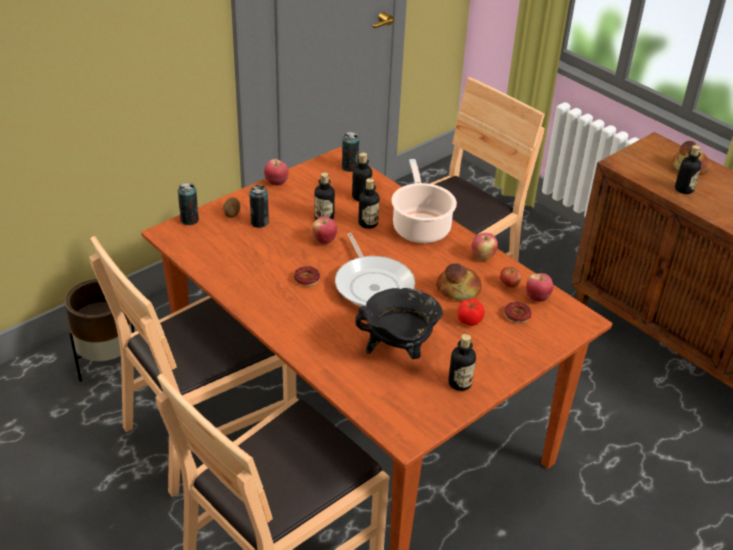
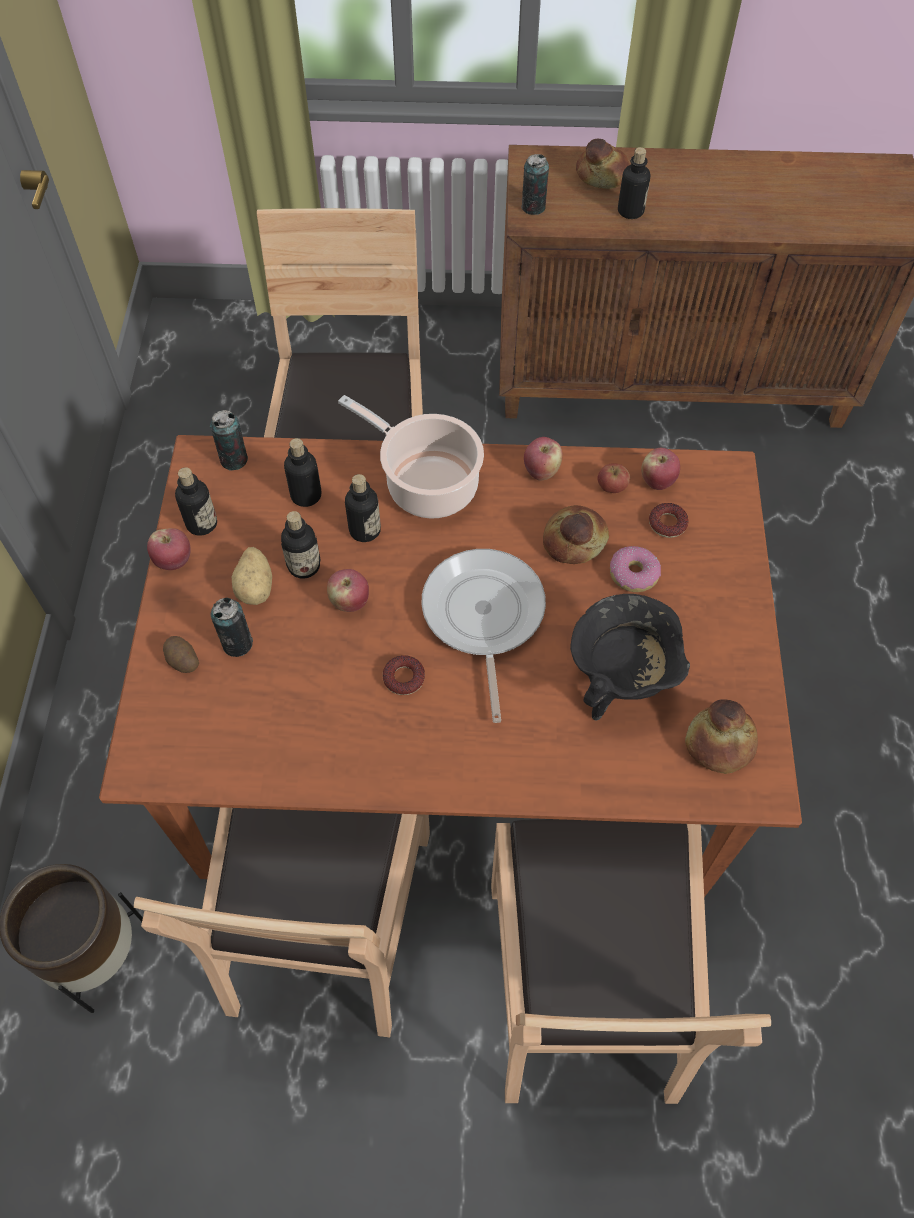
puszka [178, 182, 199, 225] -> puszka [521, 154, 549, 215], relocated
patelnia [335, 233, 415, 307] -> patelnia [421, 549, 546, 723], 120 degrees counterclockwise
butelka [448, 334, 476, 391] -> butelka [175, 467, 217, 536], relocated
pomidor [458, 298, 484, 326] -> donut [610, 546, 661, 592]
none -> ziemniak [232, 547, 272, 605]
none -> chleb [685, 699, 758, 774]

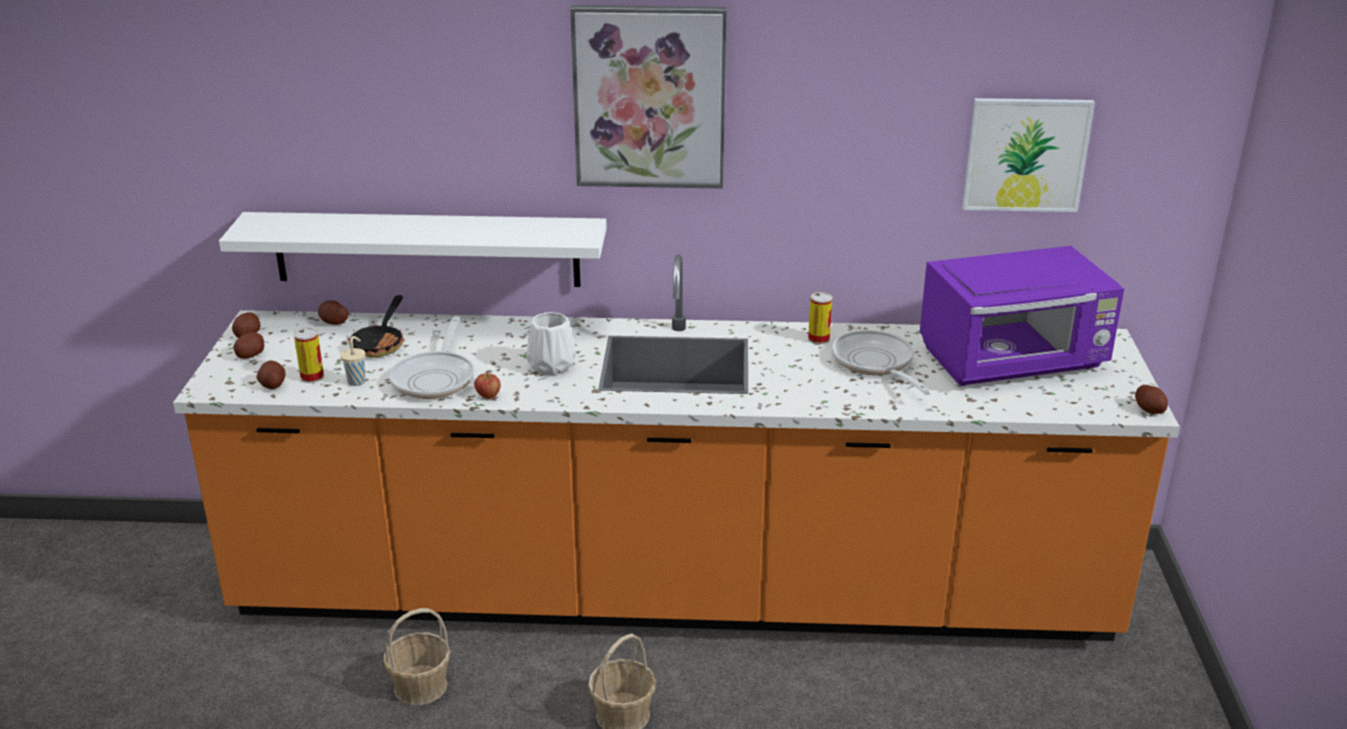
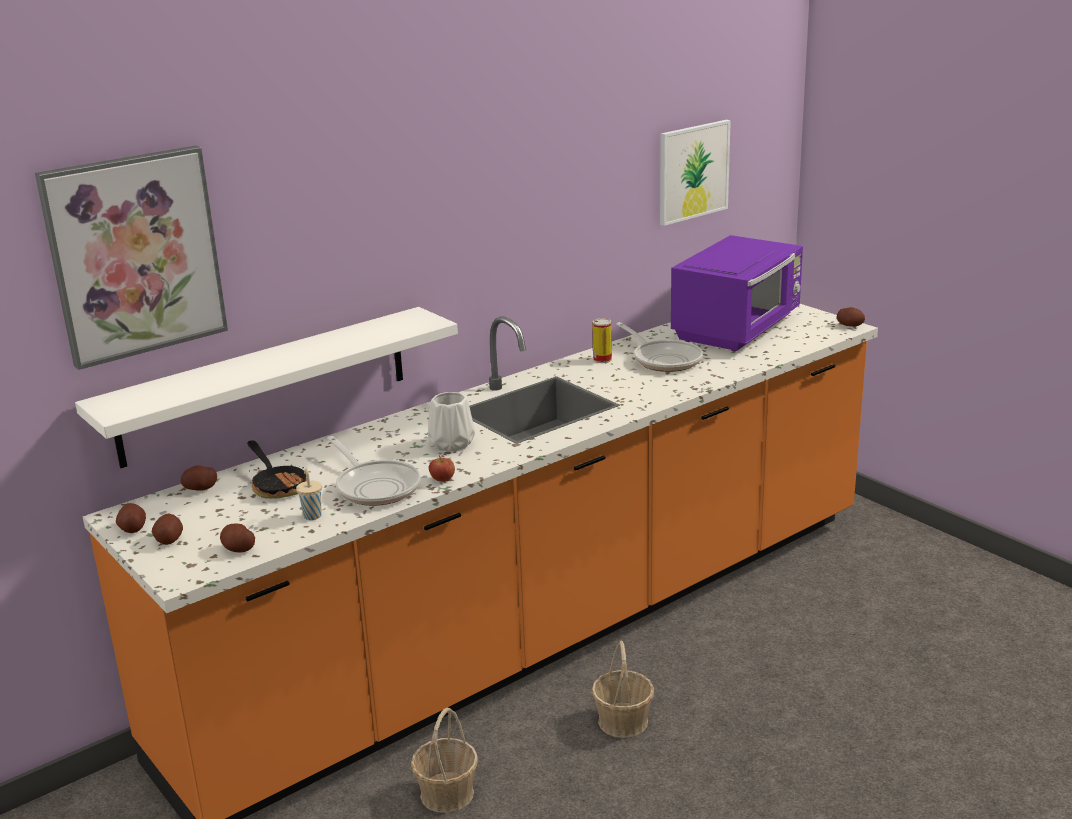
puszka [294, 328, 324, 383] -> none
obraz [570, 5, 727, 189] -> obraz [35, 146, 228, 370], relocated
patelnia [832, 330, 929, 393] -> patelnia [616, 322, 703, 372], 150 degrees counterclockwise

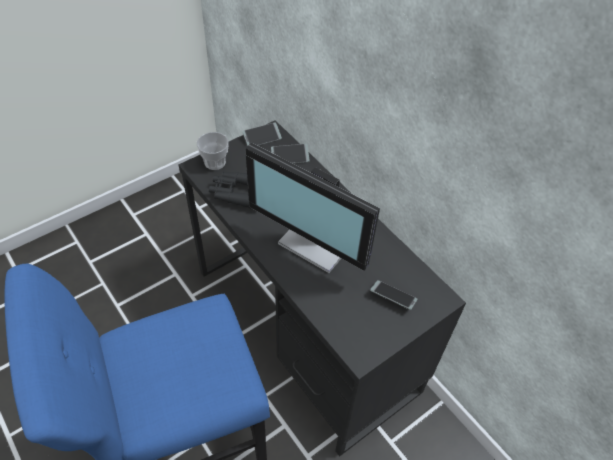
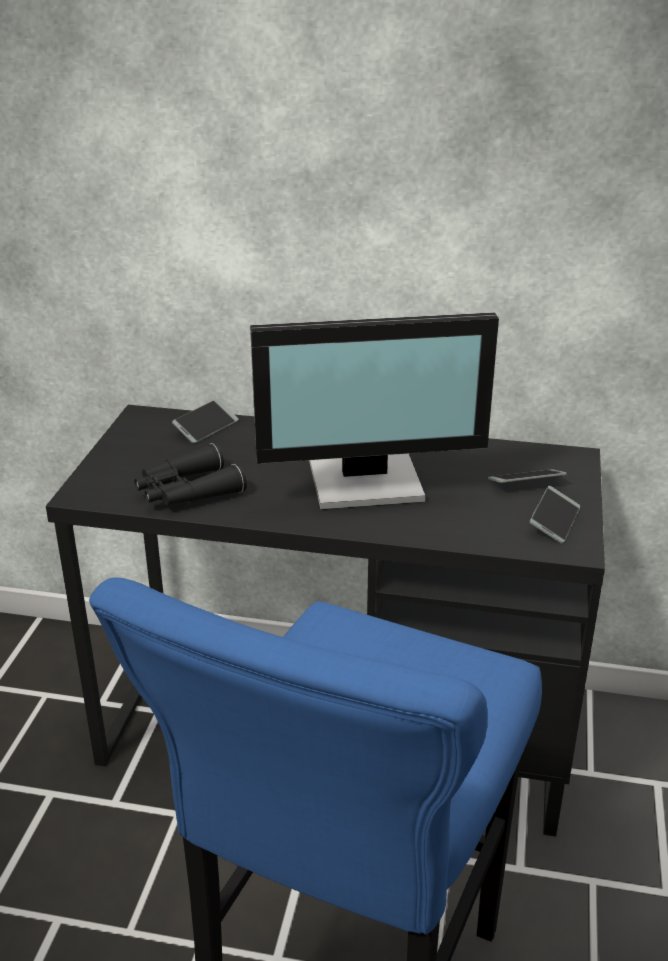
filiżanka [197, 132, 229, 170] -> none
telefon [243, 122, 282, 146] -> telefon [530, 486, 580, 544], relocated

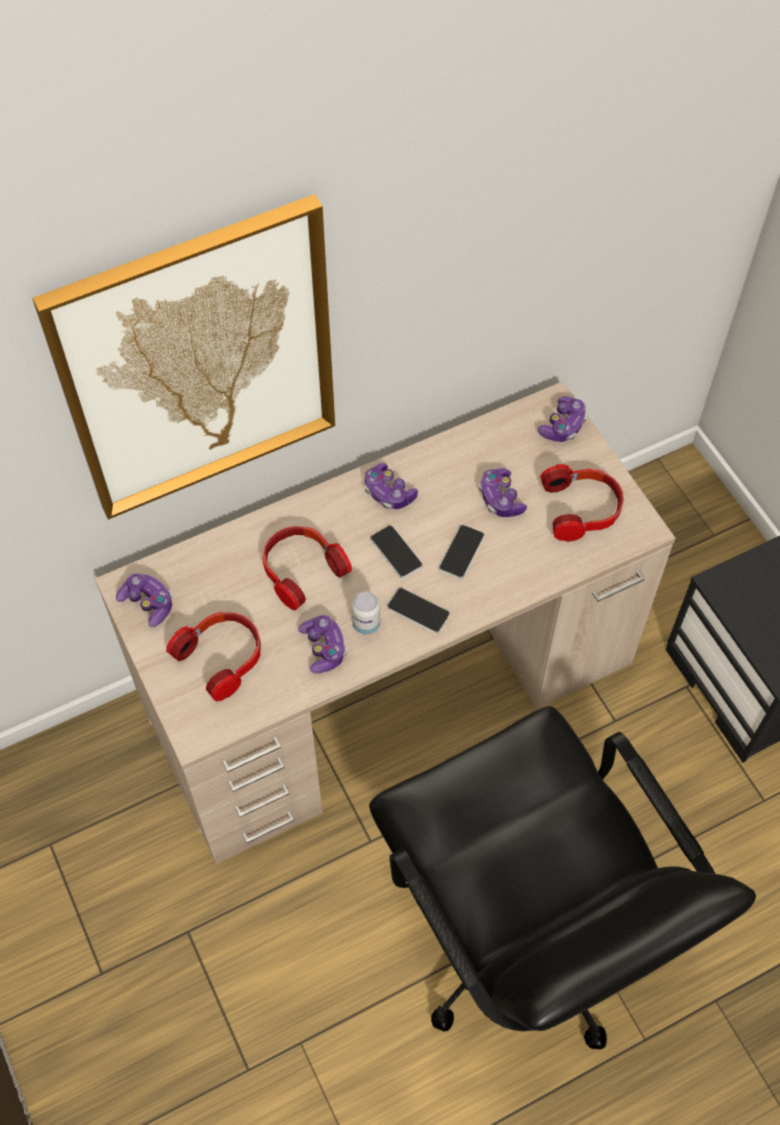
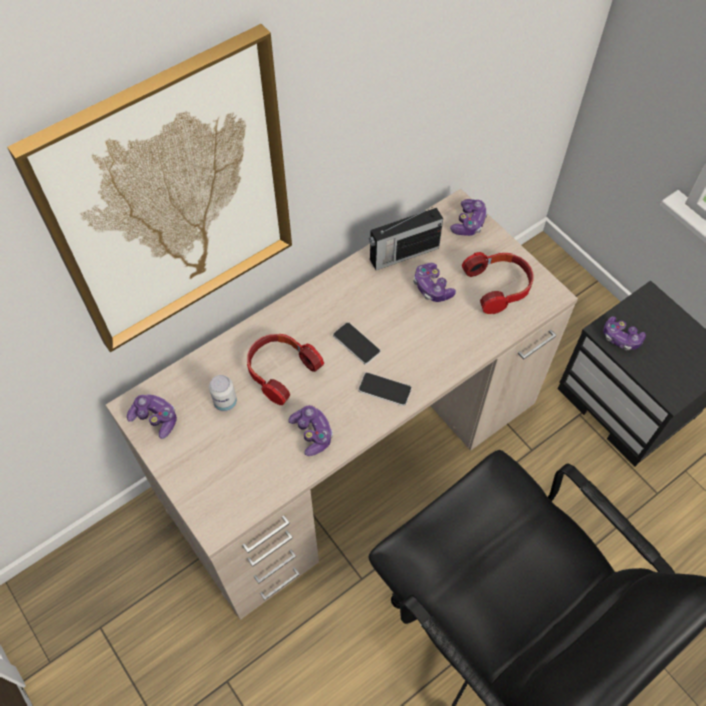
słuchawki [166, 612, 261, 701] -> none
puszka [352, 591, 380, 635] -> puszka [209, 375, 237, 412], relocated
pad do gier [365, 463, 418, 509] -> pad do gier [603, 316, 646, 350], relocated
telefon [439, 525, 485, 579] -> none
none -> radio [369, 207, 443, 270]

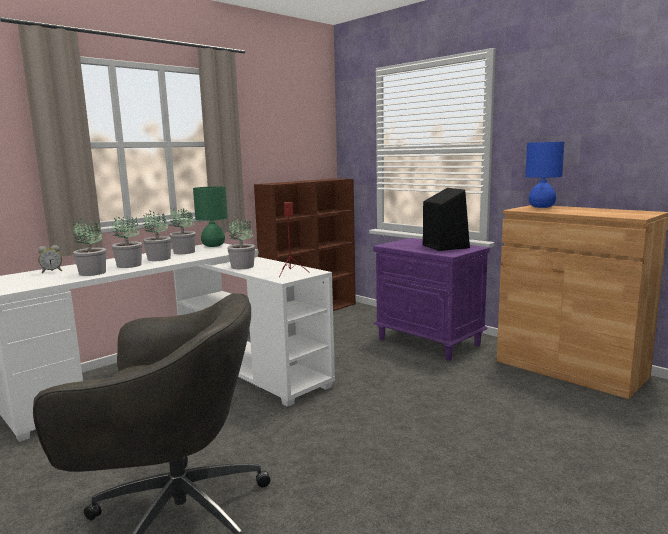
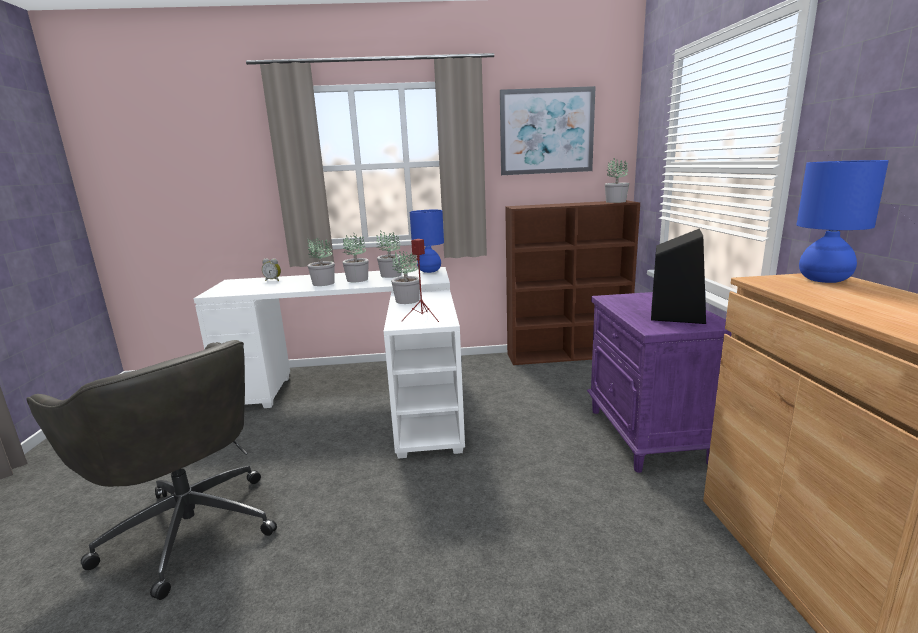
roślina doniczkowa [73, 219, 106, 276] -> roślina doniczkowa [605, 159, 629, 203], relocated
lampa stołowa (zielony) [193, 186, 228, 247] -> lampa stołowa (niebieski) [410, 210, 444, 273]
none -> obraz [500, 86, 596, 175]

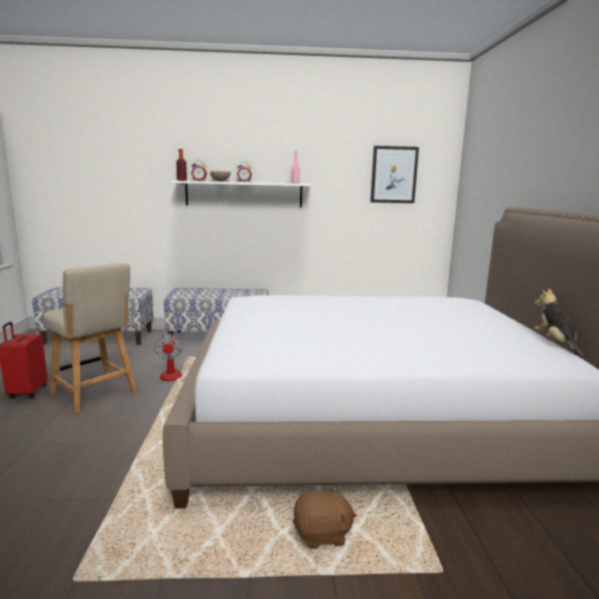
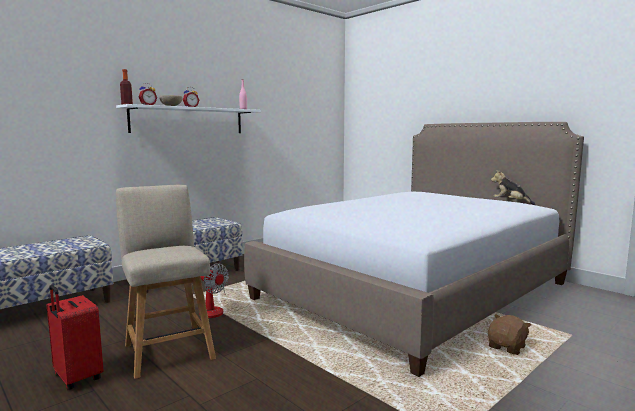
krzesło (beżowy) [43, 263, 137, 413] -> krzesło (beżowy) [116, 185, 216, 379], 120 degrees counterclockwise
obraz [370, 146, 419, 203] -> none

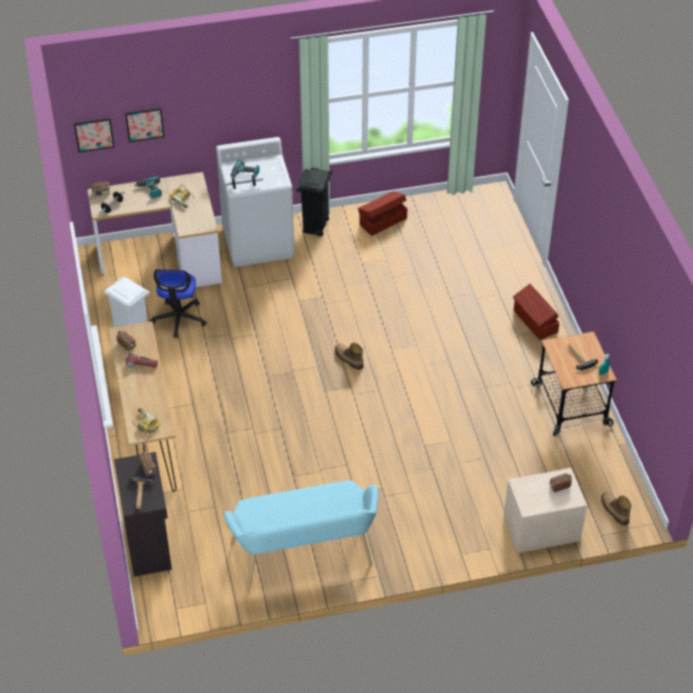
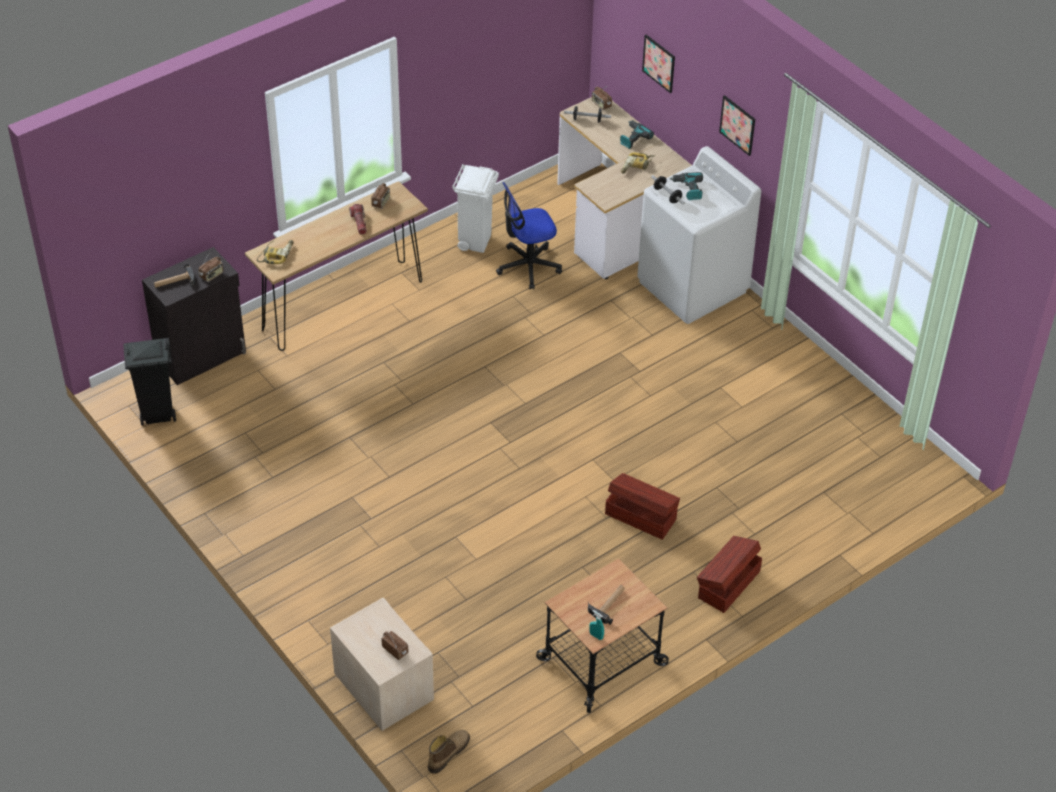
obraz [74, 118, 114, 152] -> obraz [719, 95, 755, 156], relocated
ławka (turkusowy) [224, 481, 378, 588] -> none
kosz na śmieci (czarny) [297, 167, 332, 237] -> kosz na śmieci (czarny) [123, 338, 176, 426], relocated
but z cholewką [335, 343, 364, 370] -> none
pojemnik do przechowywania (brązowy) [358, 191, 408, 236] -> pojemnik do przechowywania (brązowy) [605, 473, 680, 540], relocated

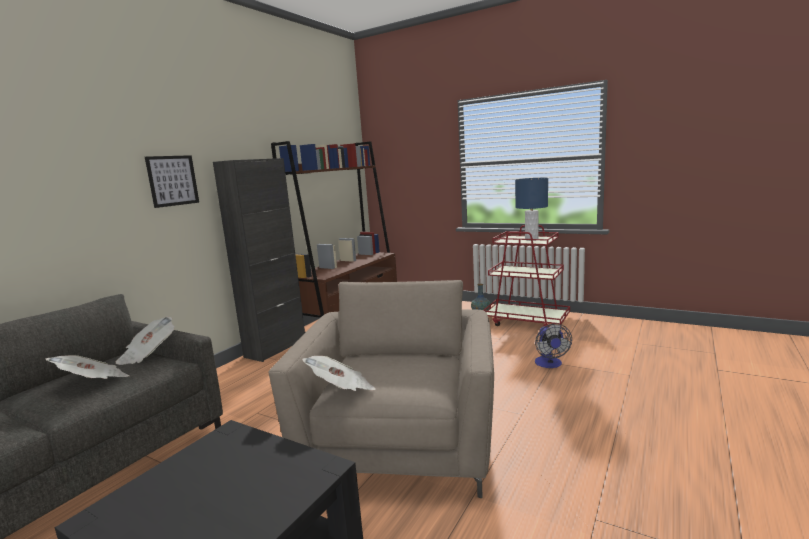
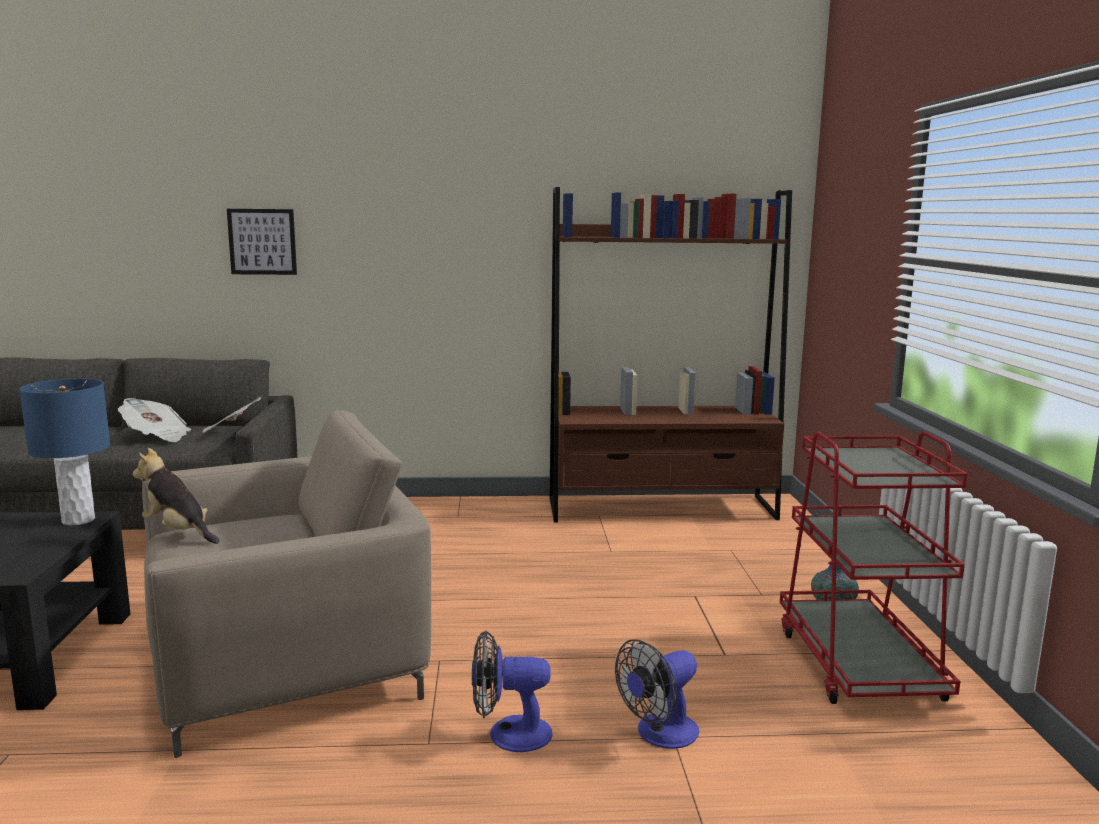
obraz [145, 155, 199, 208] -> obraz [227, 209, 297, 275], relocated
szafka (czarny) [213, 158, 305, 362] -> none
gazeta [302, 356, 376, 391] -> pluszak [133, 448, 220, 544]
lampa stołowa (niebieski) [515, 178, 548, 241] -> lampa stołowa (niebieski) [19, 379, 110, 525], relocated
none -> wentylator [472, 630, 553, 752]

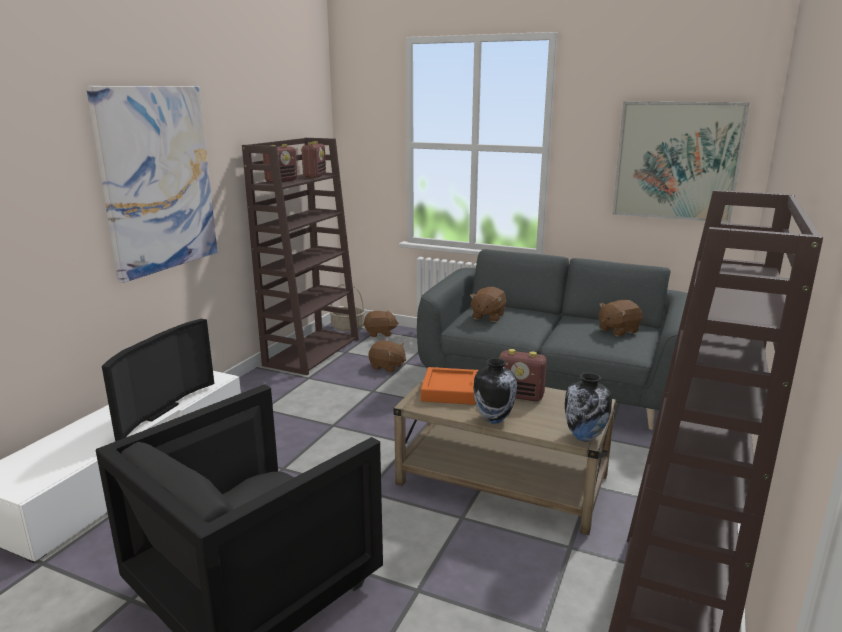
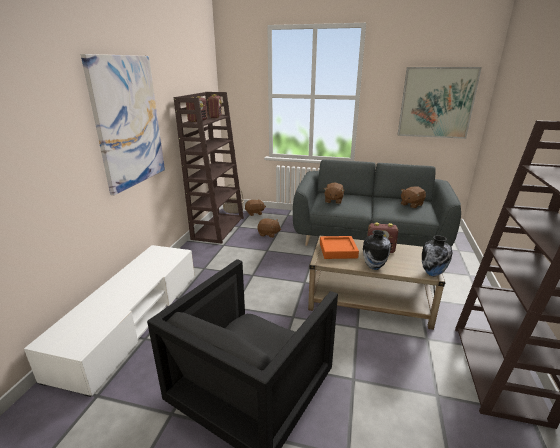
telewizor [102, 319, 214, 441] -> none

